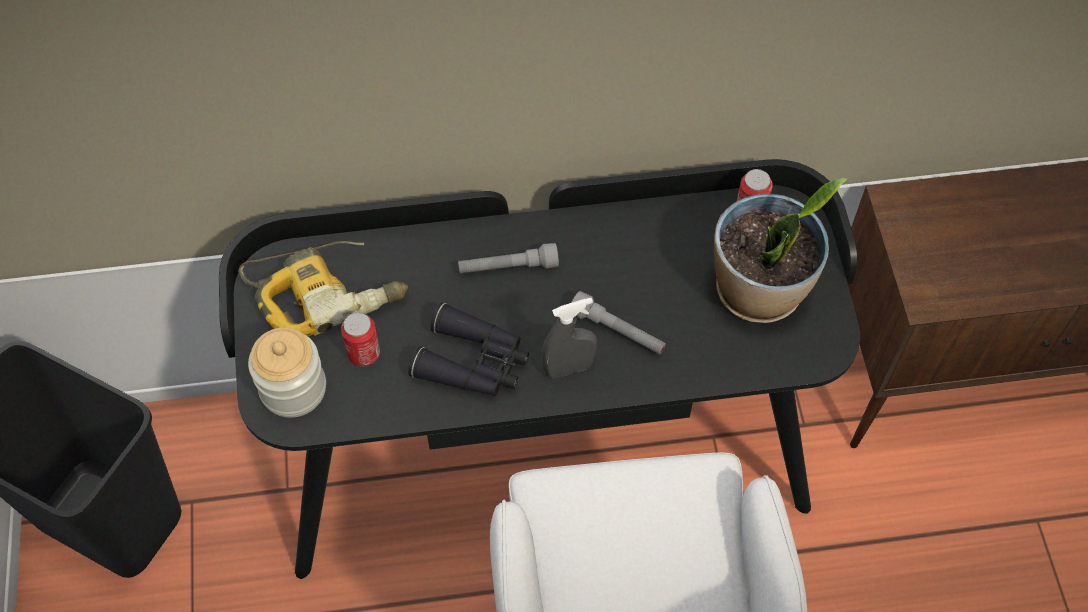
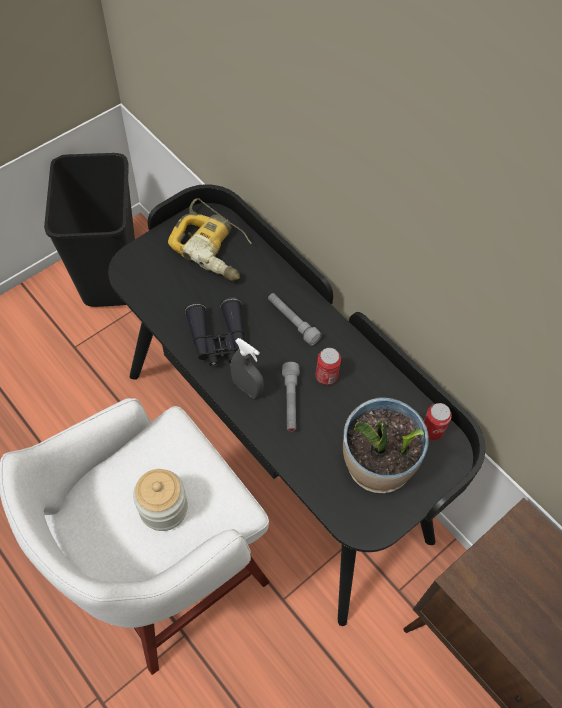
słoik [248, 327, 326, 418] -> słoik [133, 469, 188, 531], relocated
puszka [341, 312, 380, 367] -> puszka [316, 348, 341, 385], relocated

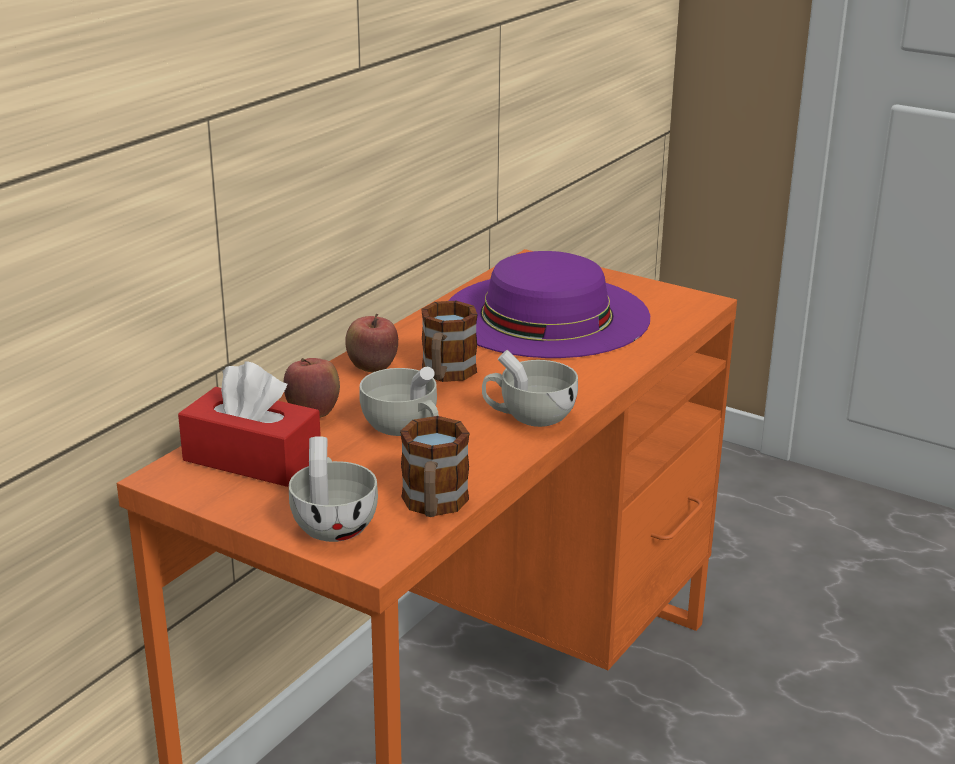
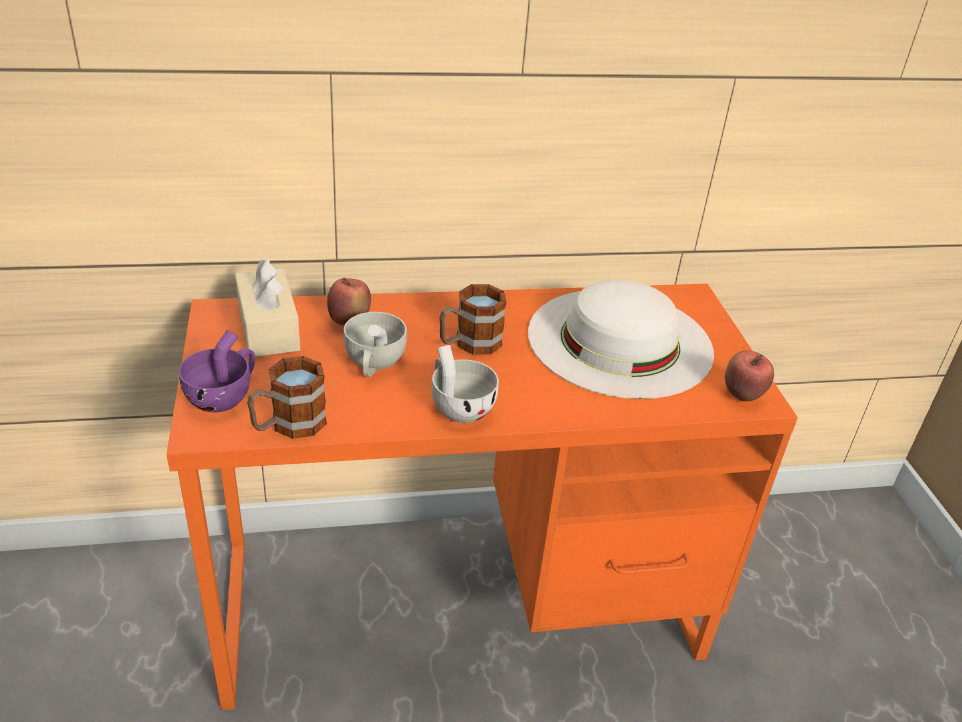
pudełko chusteczek (czerwony) [178, 361, 321, 487] -> pudełko chusteczek (beżowy) [235, 257, 300, 357]
filiżanka (biały) [289, 436, 378, 542] -> filiżanka (fioletowy) [179, 330, 255, 413]
jabłko [345, 314, 398, 373] -> jabłko [725, 351, 774, 402], relocated
kapelusz (fioletowy) [449, 251, 650, 358] -> kapelusz (biały) [528, 280, 714, 399]

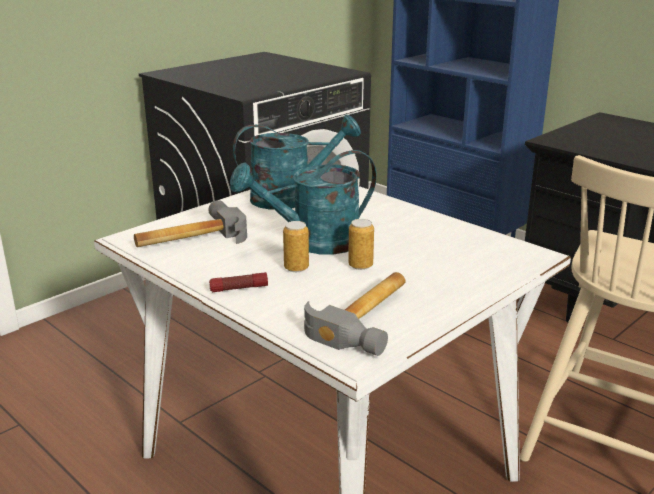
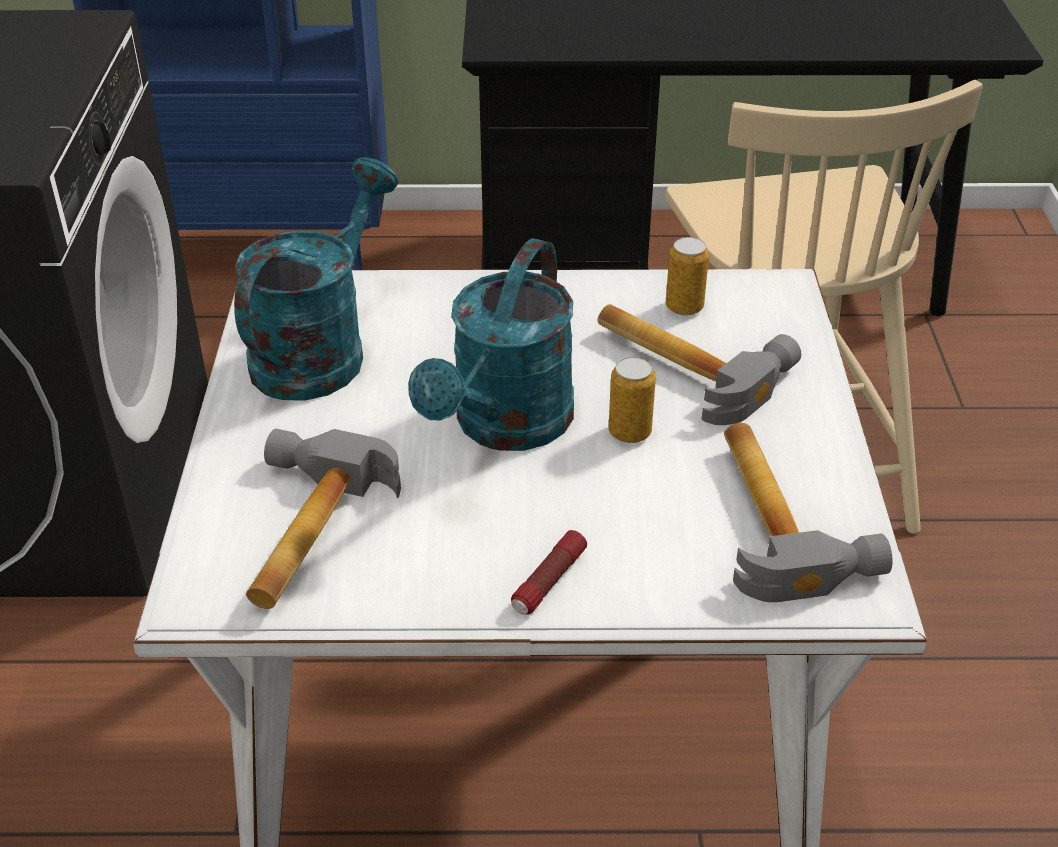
puszka [283, 221, 309, 272] -> puszka [666, 237, 709, 316], relocated
none -> młotek [597, 304, 801, 425]

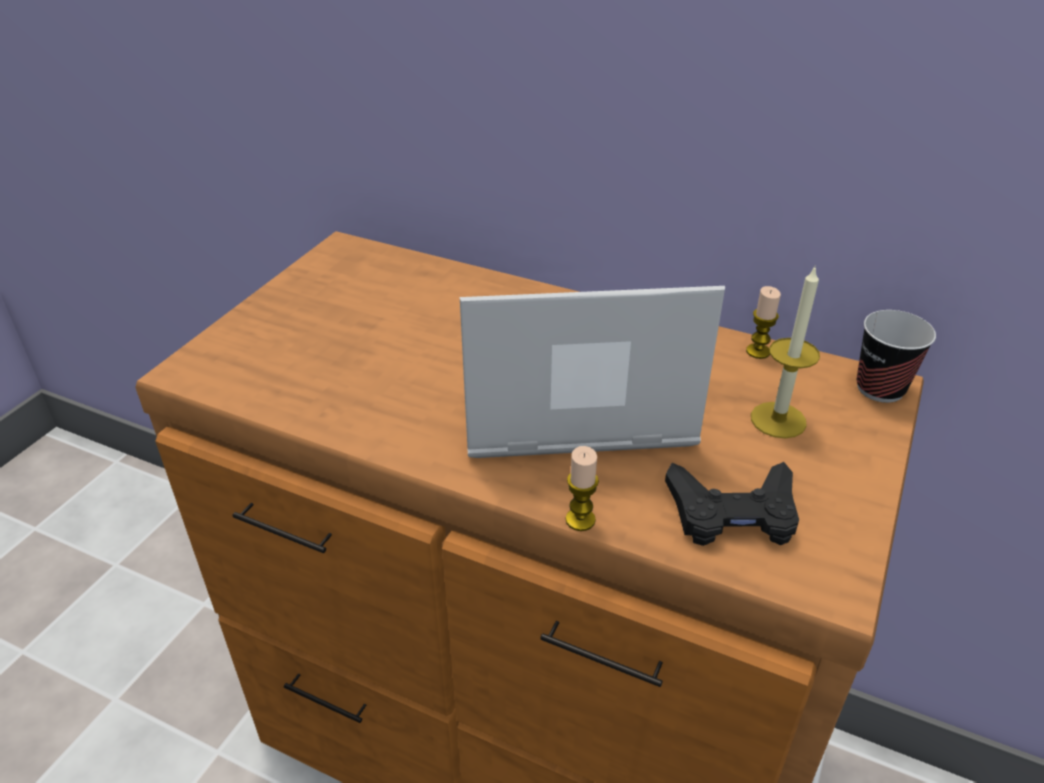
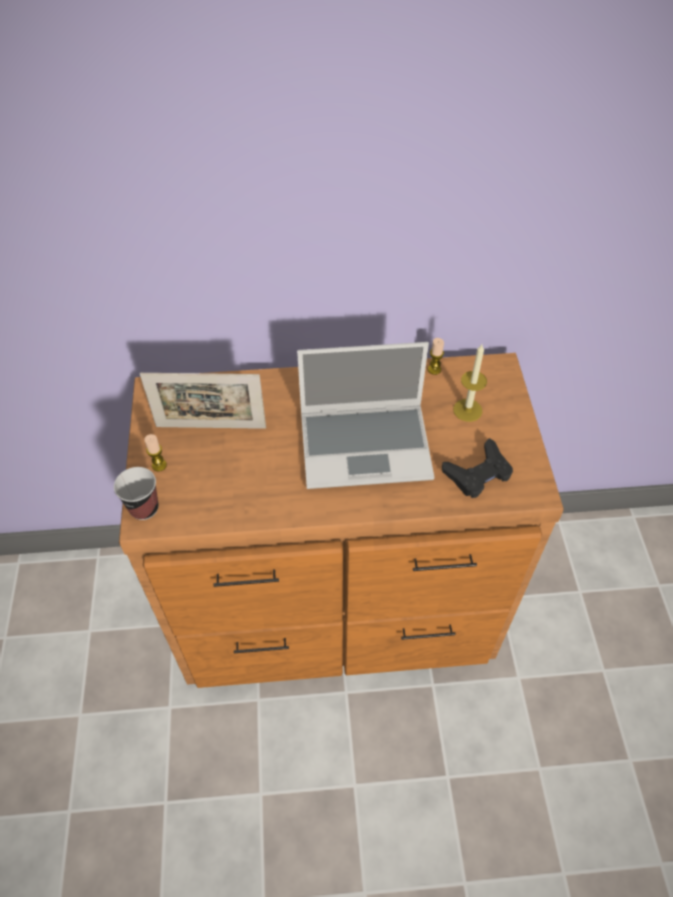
laptop [460, 286, 725, 458] -> laptop [297, 342, 434, 489], 150 degrees counterclockwise
świeca [566, 446, 599, 531] -> świeca [144, 434, 167, 472], relocated
filiżanka [856, 310, 936, 403] -> filiżanka [114, 467, 159, 520], relocated
none -> ramka na zdjęcie [140, 373, 266, 429]

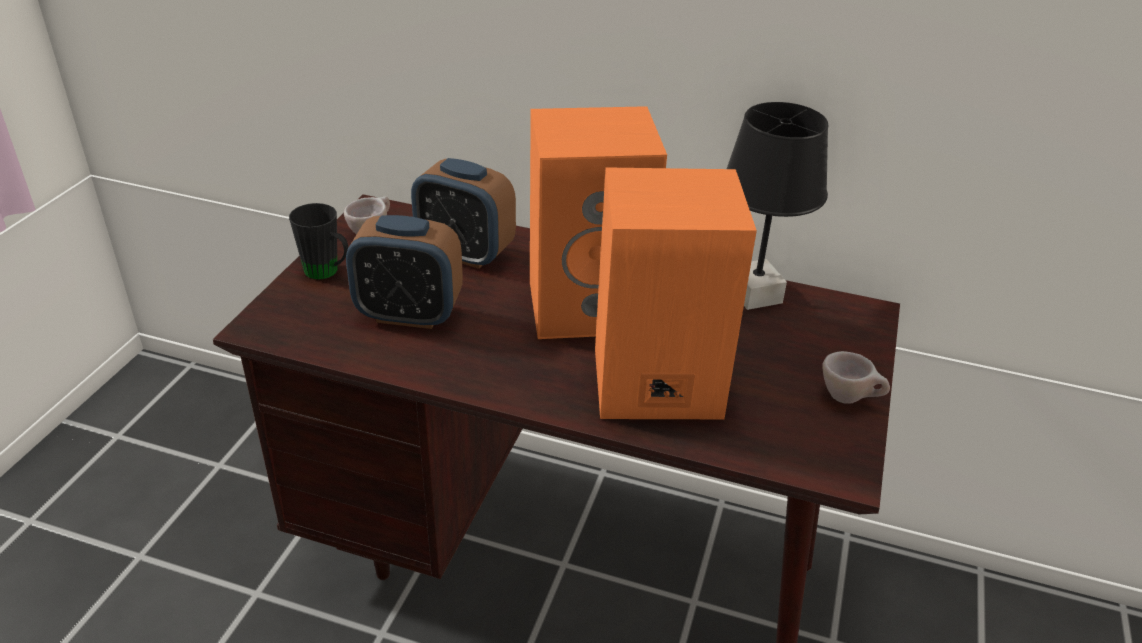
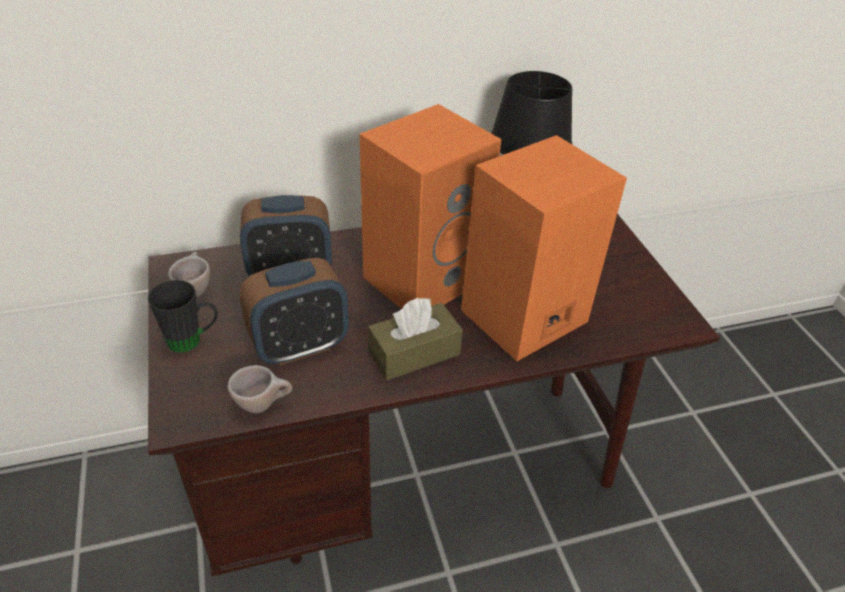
filiżanka (beżowy) [822, 351, 890, 404] -> filiżanka (beżowy) [227, 365, 292, 413], relocated
none -> pudełko chusteczek (brązowy) [368, 298, 463, 381]

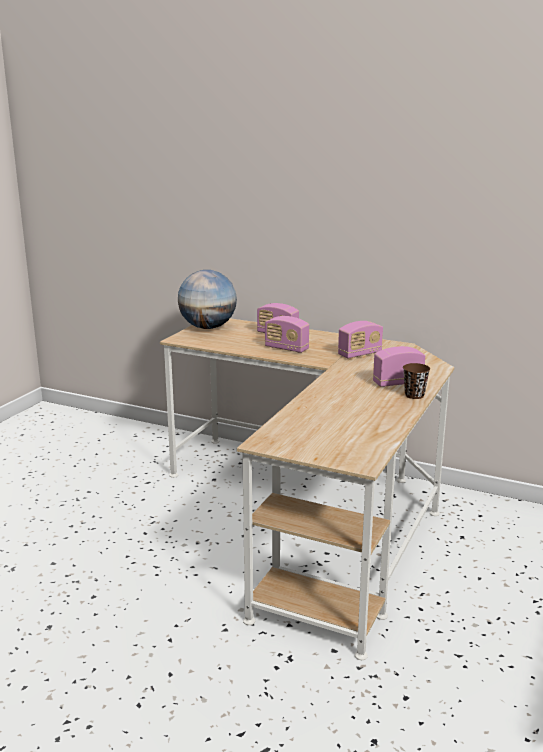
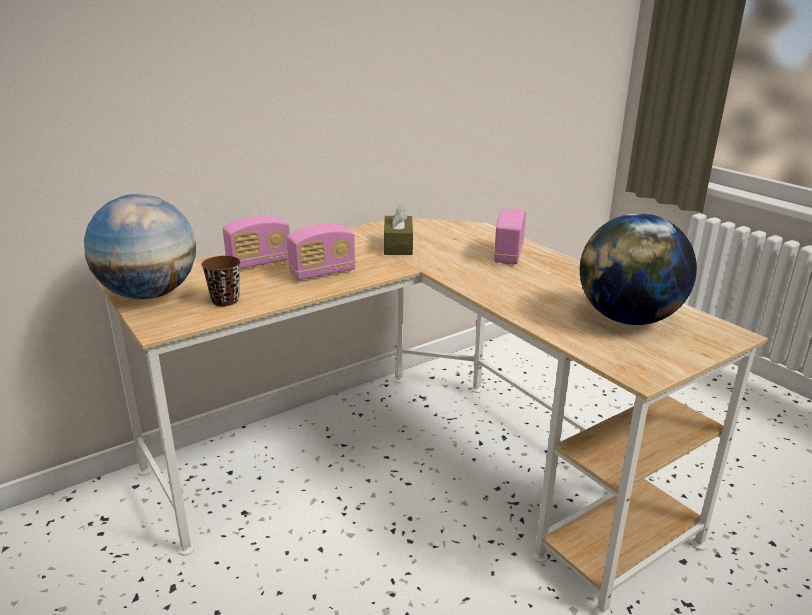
radio [338, 321, 383, 358] -> pudełko chusteczek (brązowy) [384, 202, 413, 255]
filiżanka (brązowy) [403, 363, 430, 399] -> filiżanka (brązowy) [201, 256, 240, 306], relocated
none -> globus [580, 213, 697, 325]

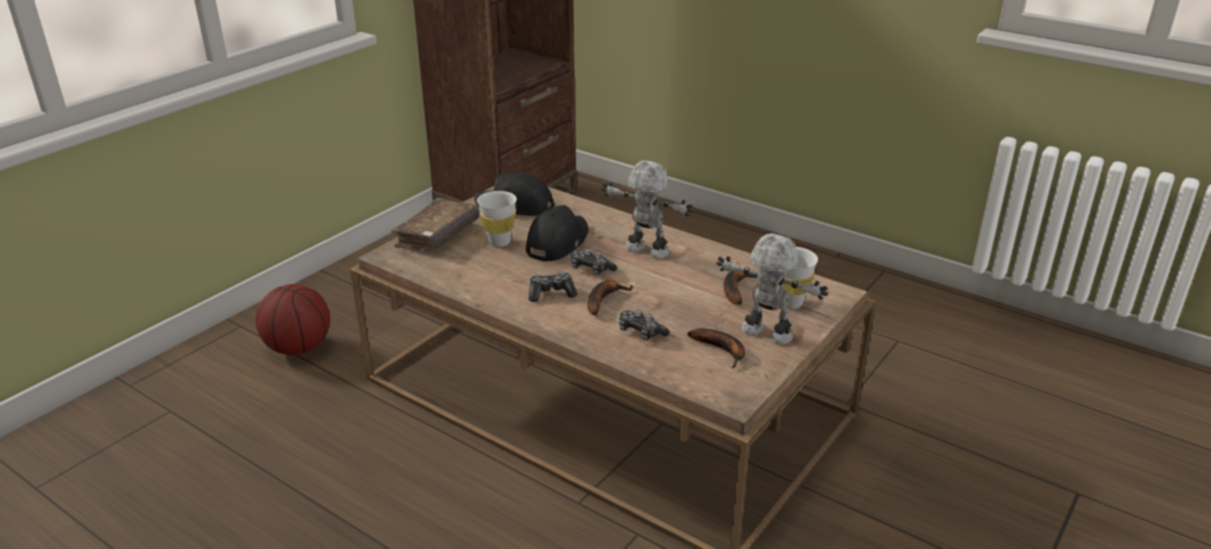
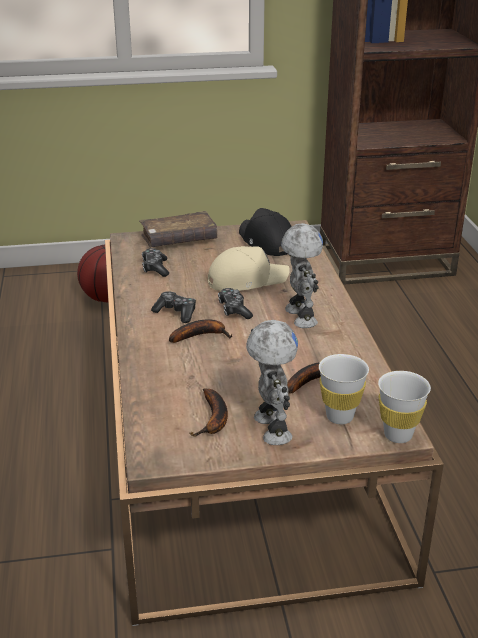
filiżanka (biały) [477, 191, 517, 247] -> filiżanka (biały) [378, 371, 431, 443], relocated
czapka z daszkiem (czarny) [526, 205, 589, 262] -> czapka z daszkiem (beżowy) [208, 246, 290, 291]
pad do gier [619, 309, 669, 341] -> pad do gier [142, 248, 169, 277], relocated

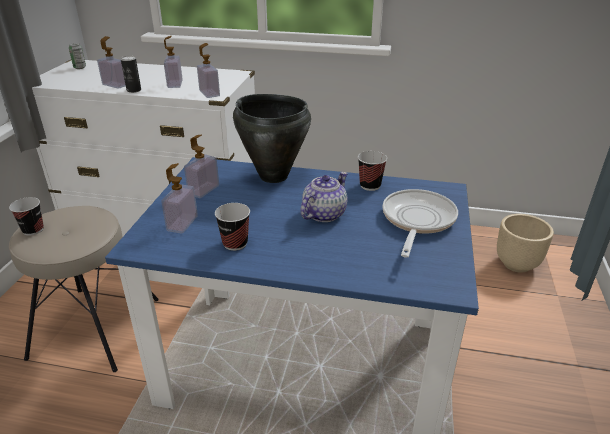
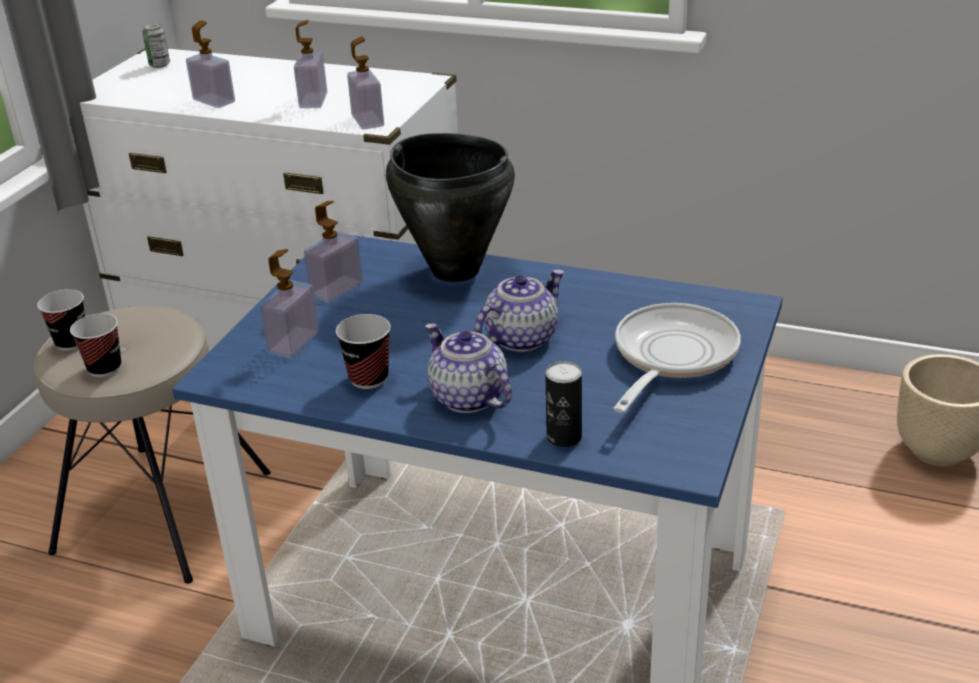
puszka [121, 56, 141, 93] -> puszka [545, 361, 582, 447], relocated
filiżanka [358, 151, 387, 191] -> filiżanka [70, 314, 121, 377], relocated
none -> imbryk [425, 323, 512, 413]

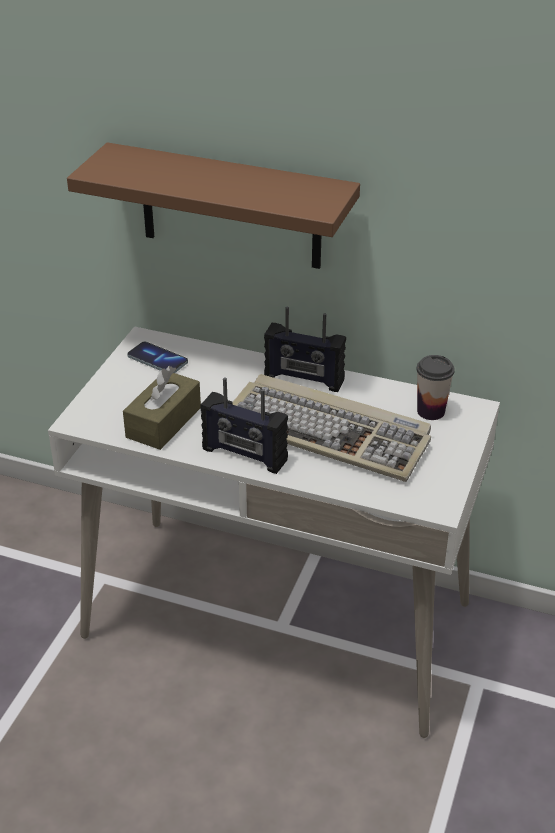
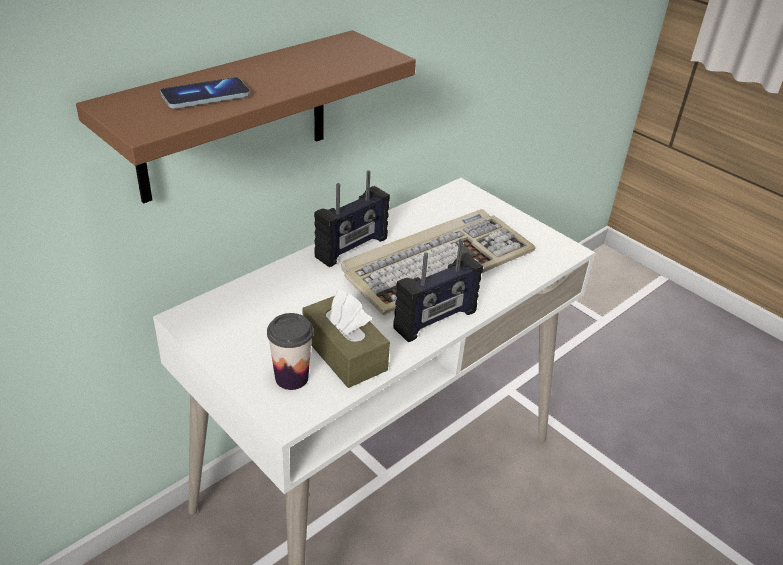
telefon [127, 341, 188, 373] -> telefon [160, 77, 250, 108], relocated
filiżanka [416, 355, 455, 420] -> filiżanka [267, 313, 313, 390], relocated

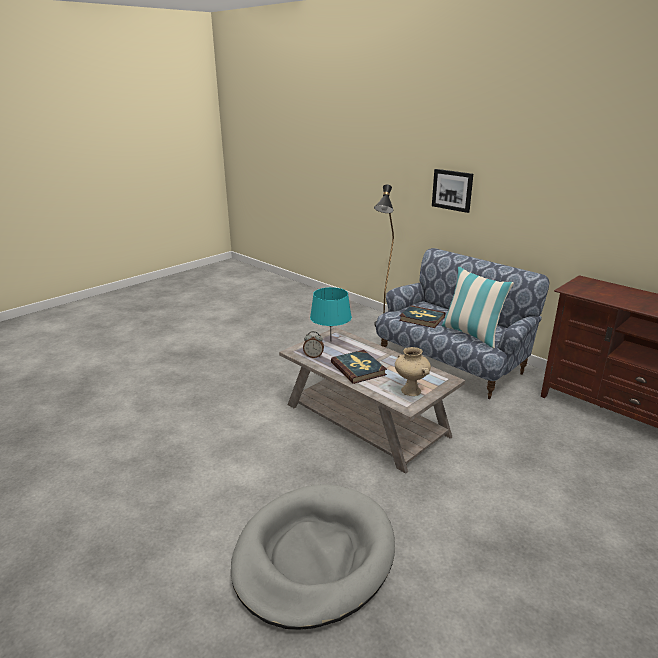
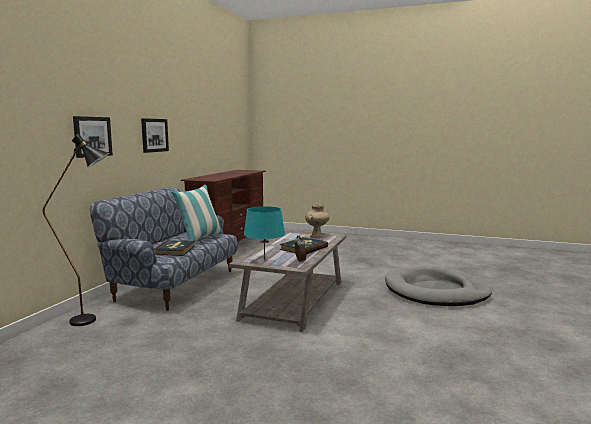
none -> obraz [141, 118, 169, 153]

